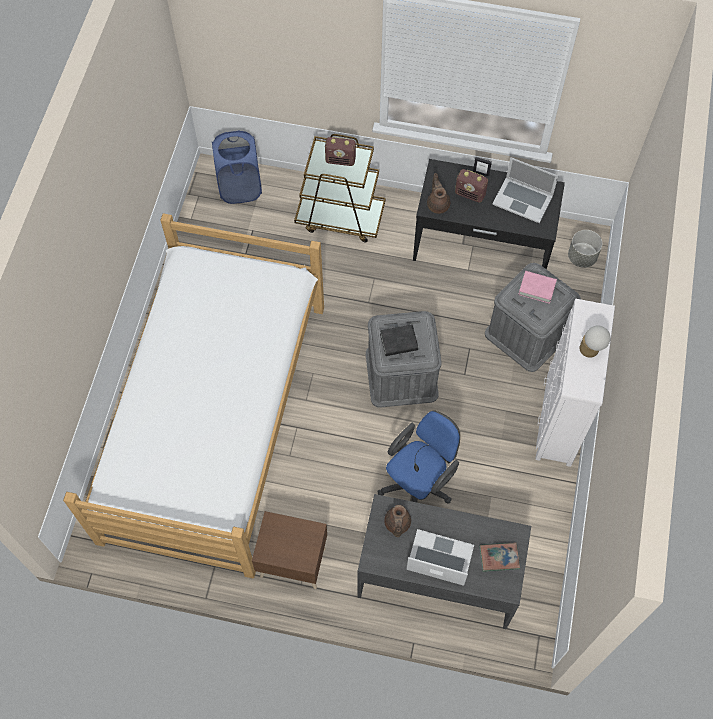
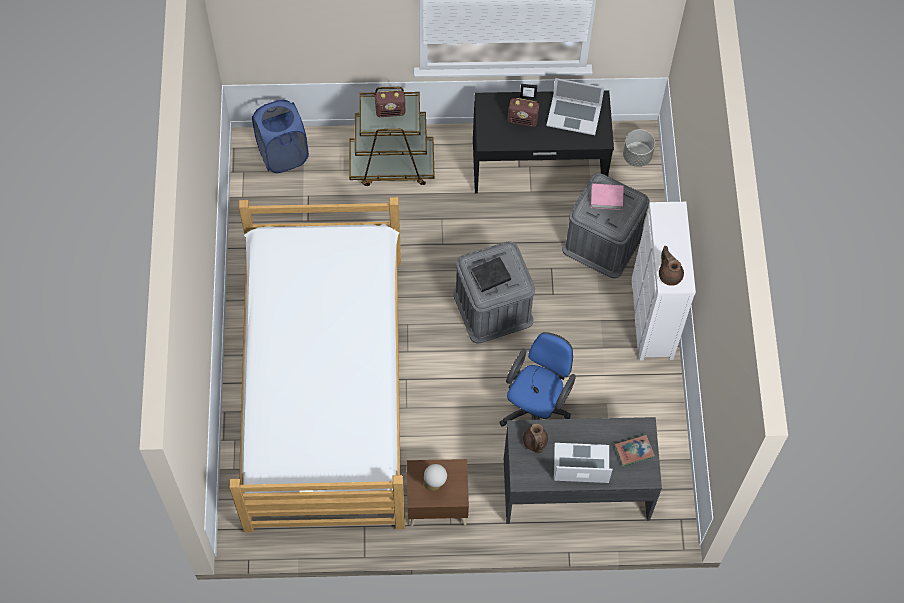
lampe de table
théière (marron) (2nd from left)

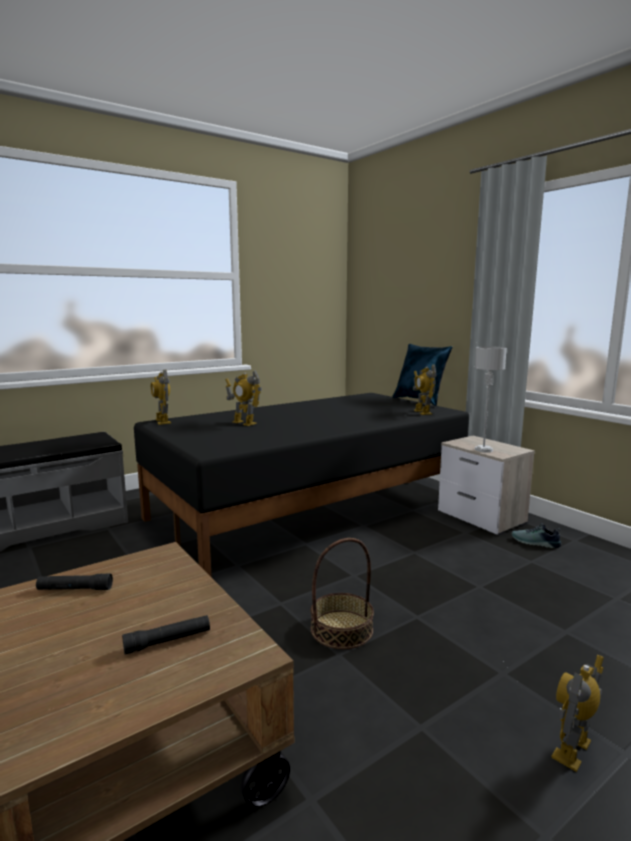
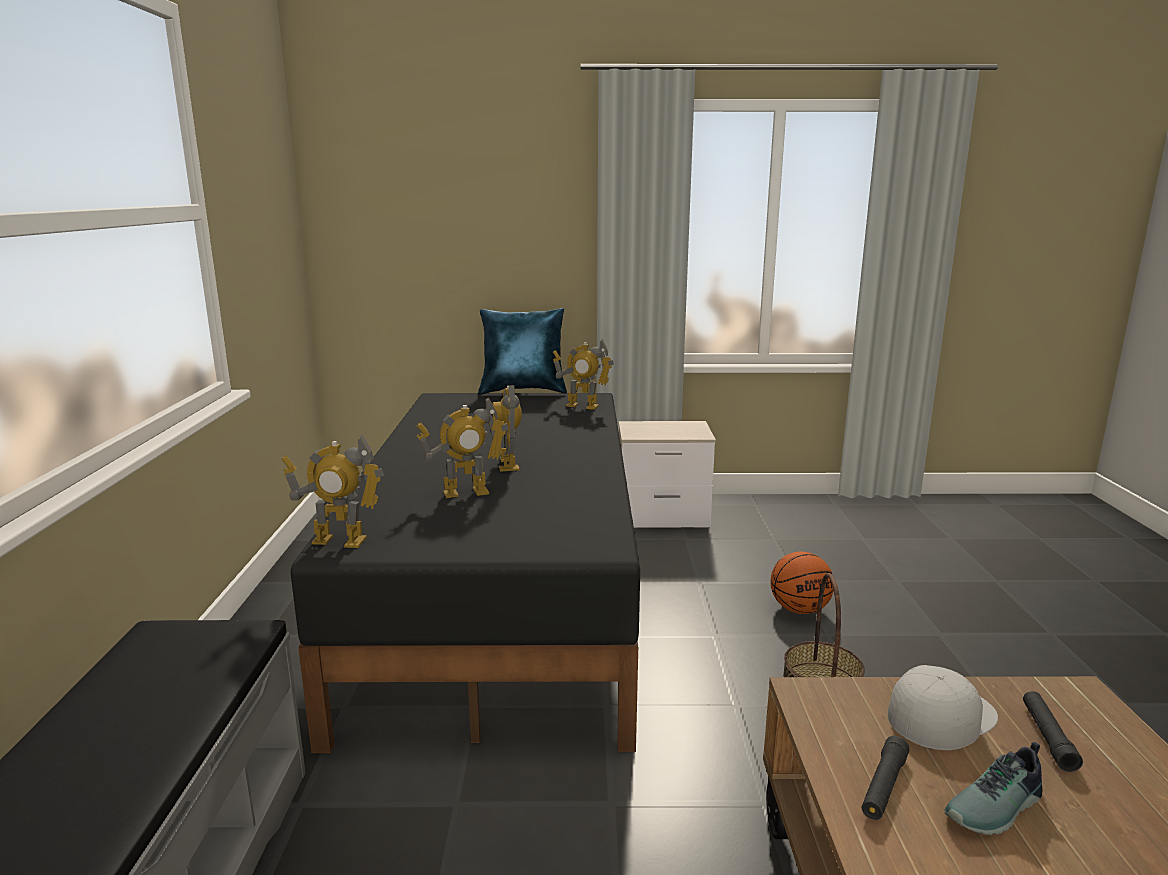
robot jouet (3rd from left)
ballon de basket
casquette (blanc)
chaussure
lampe de table (gris)

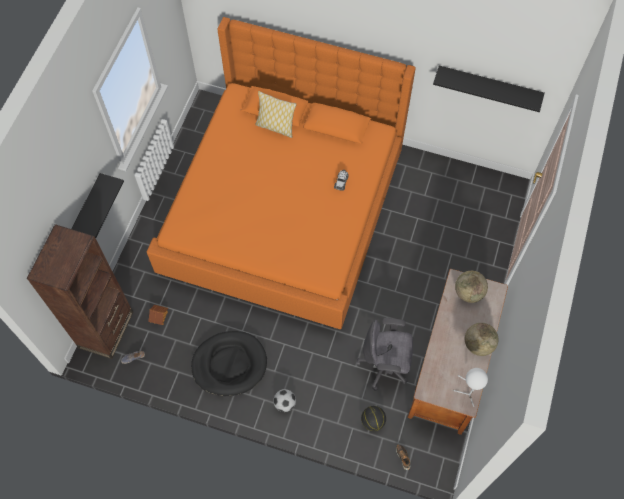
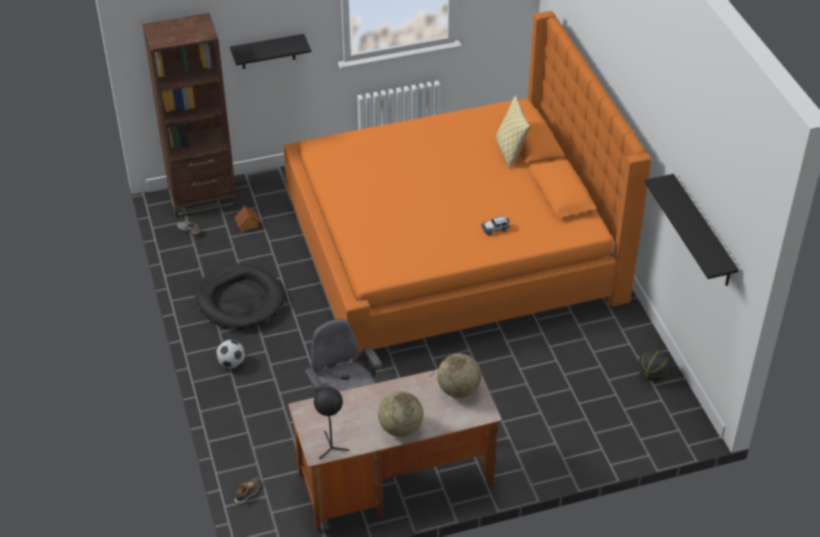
lampe de table (noir)
ballon de basket

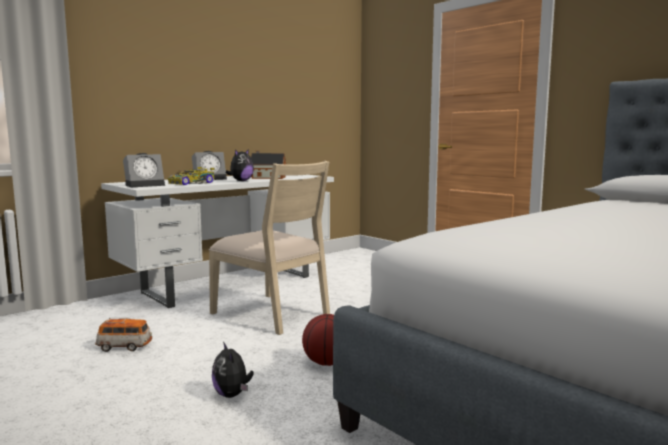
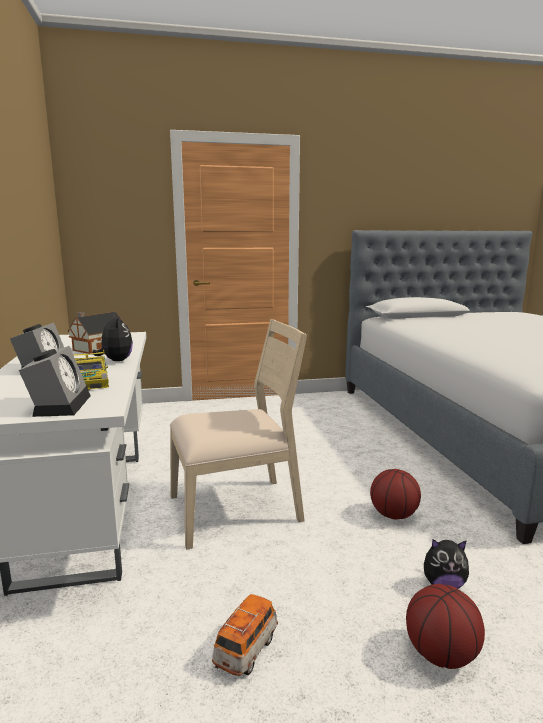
ballon de basket (2nd from left)

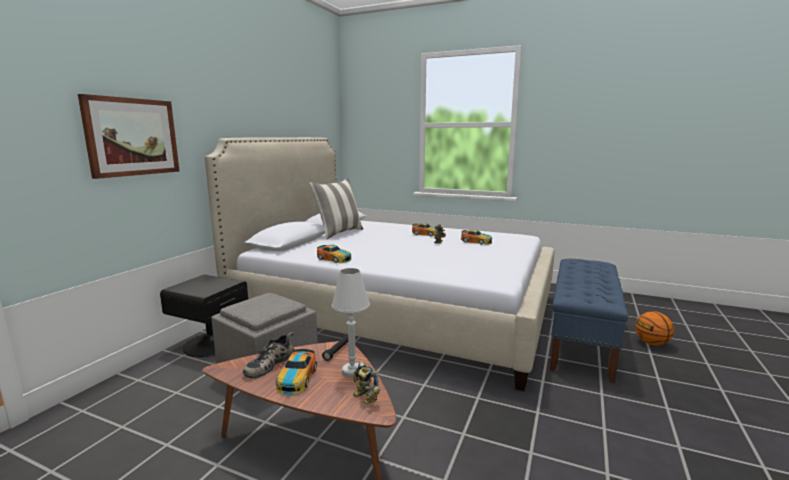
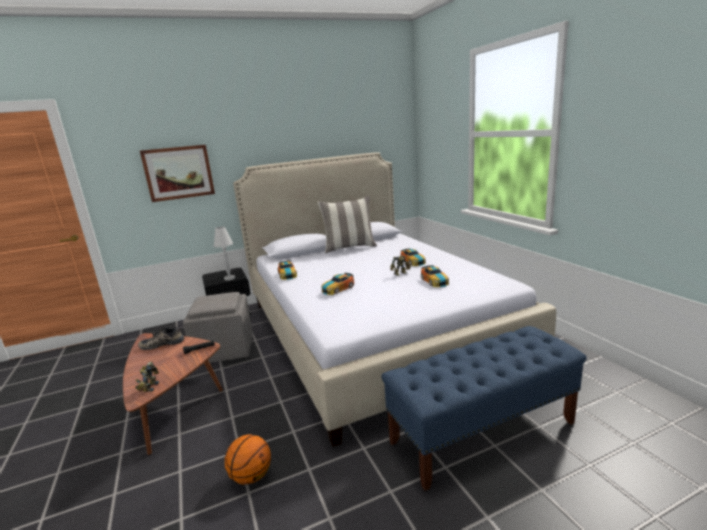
lampe de table (blanc)
ballon de basket
petite voiture (2nd from left)

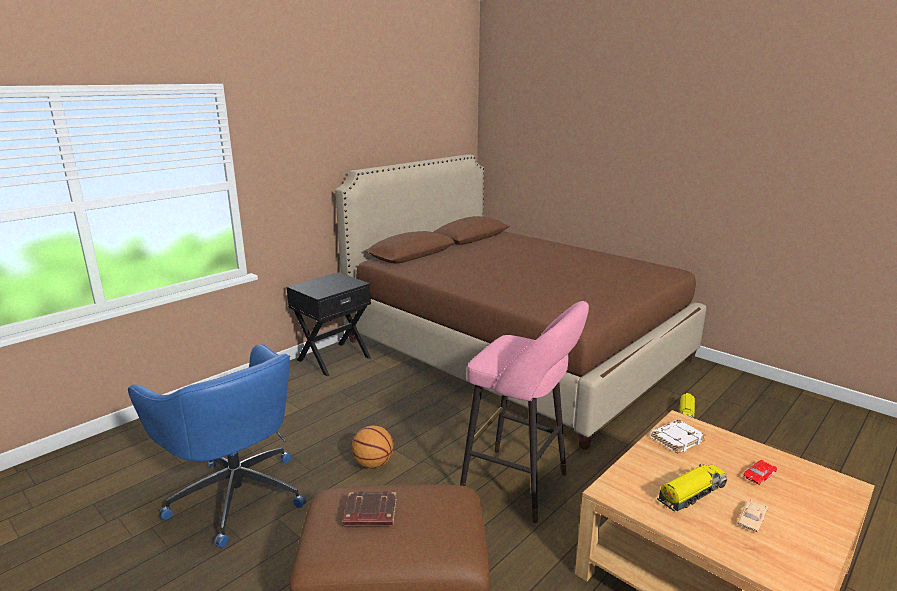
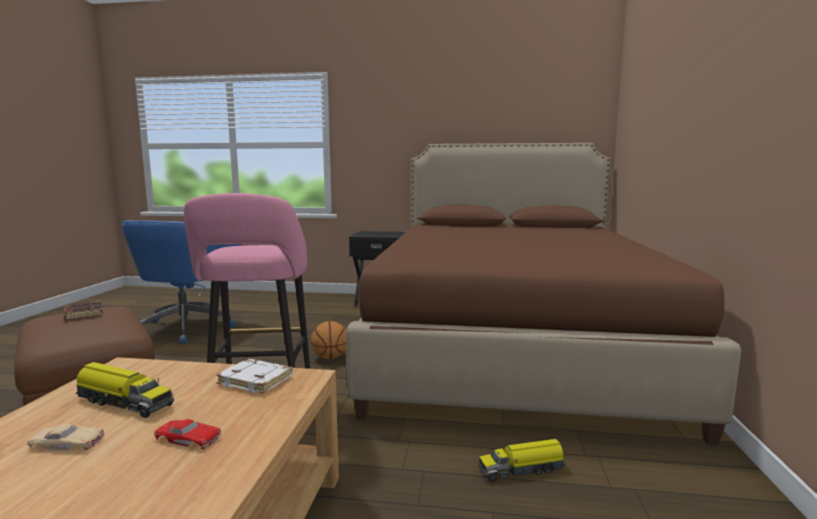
ballon de basket

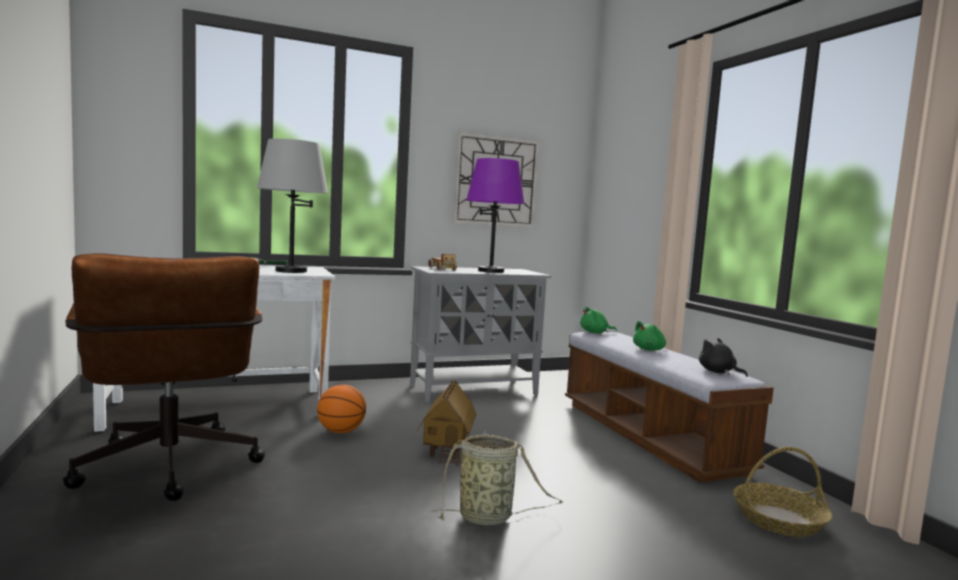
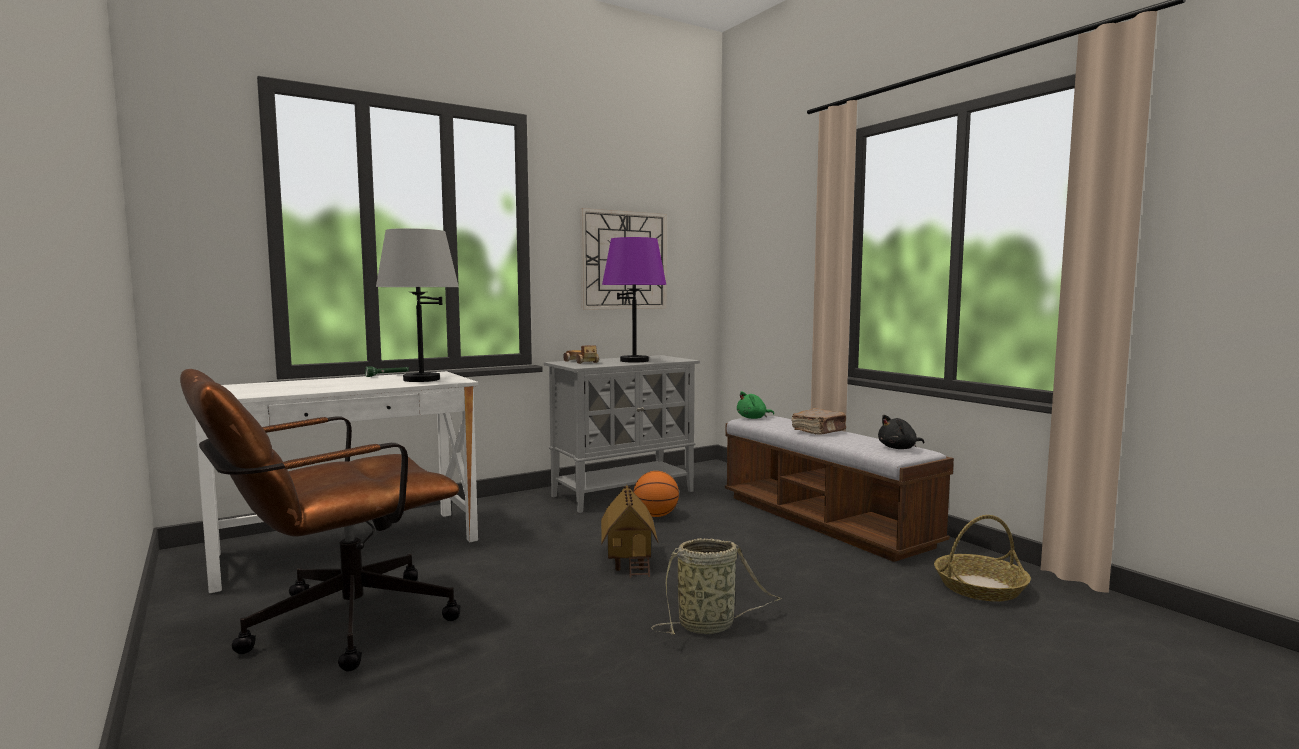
chaise de bureau (marron)
ballon de basket
livre (marron)
peluche (noir)

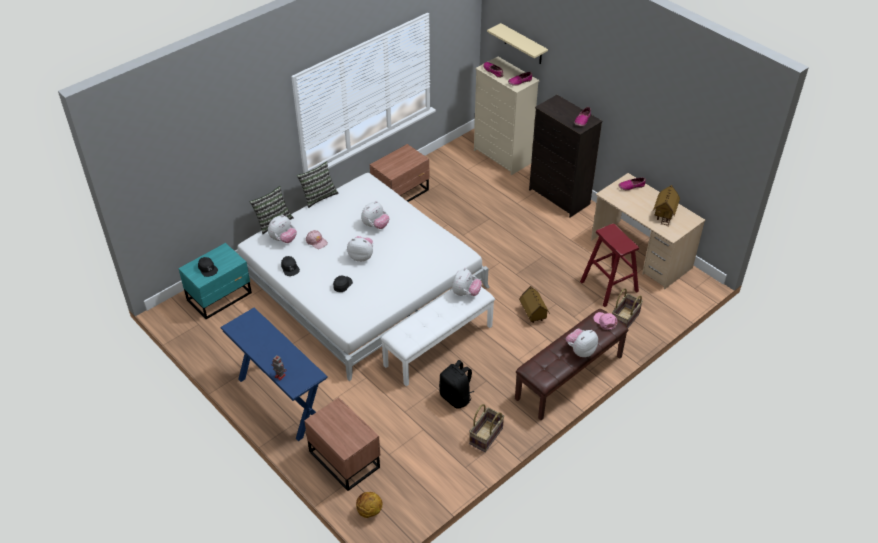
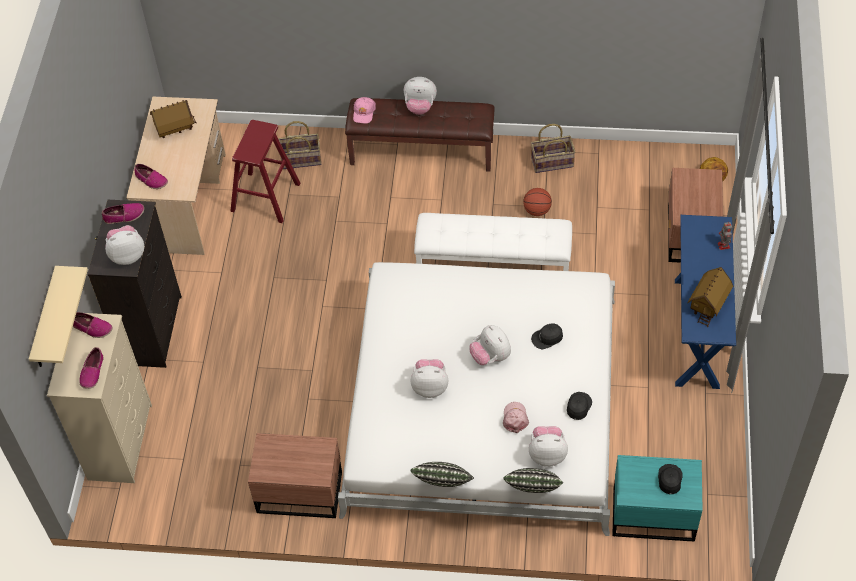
peluche (1st from left)
ballon de basket (1st from left)
maison miniature (2nd from left)

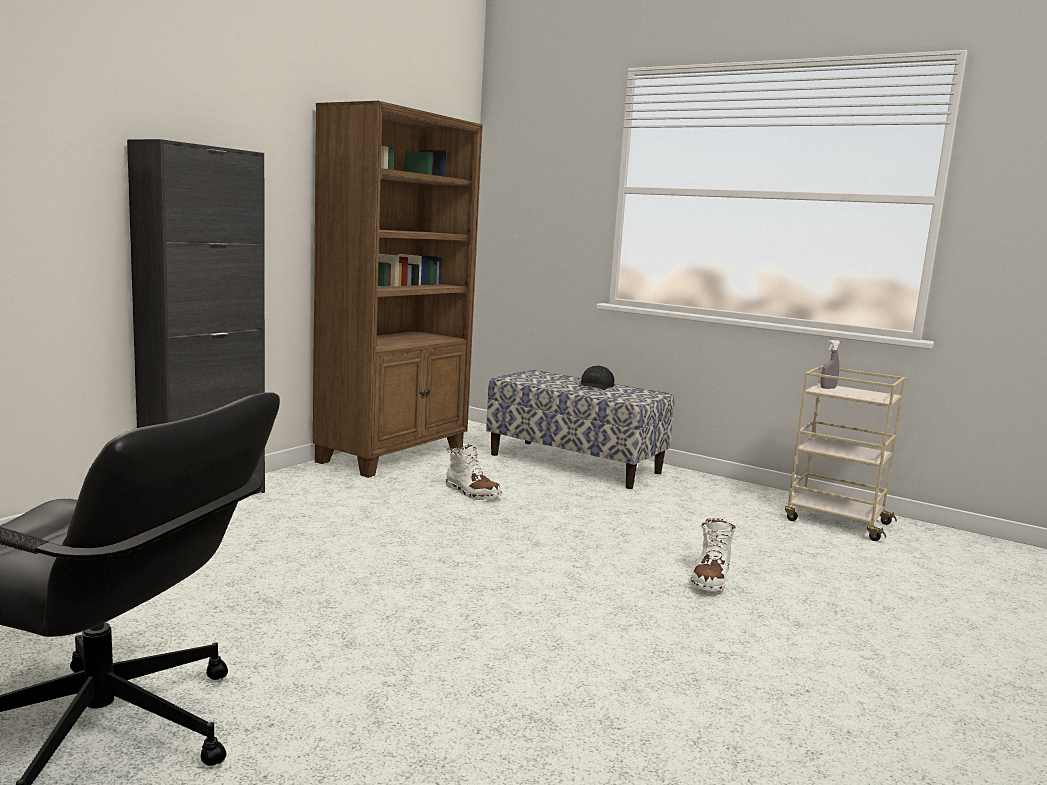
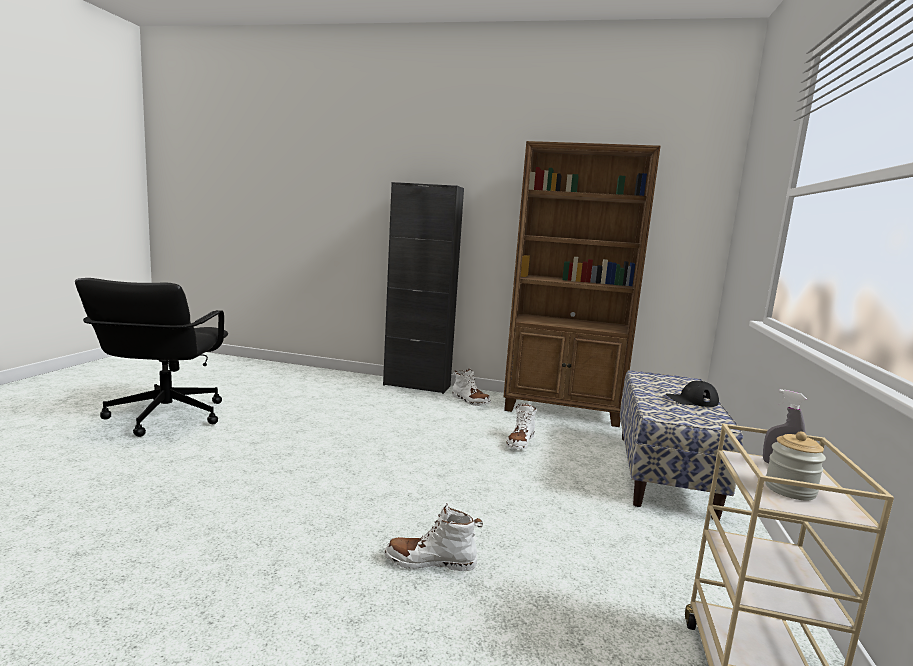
botte (blanc) (2nd from left)
bocal

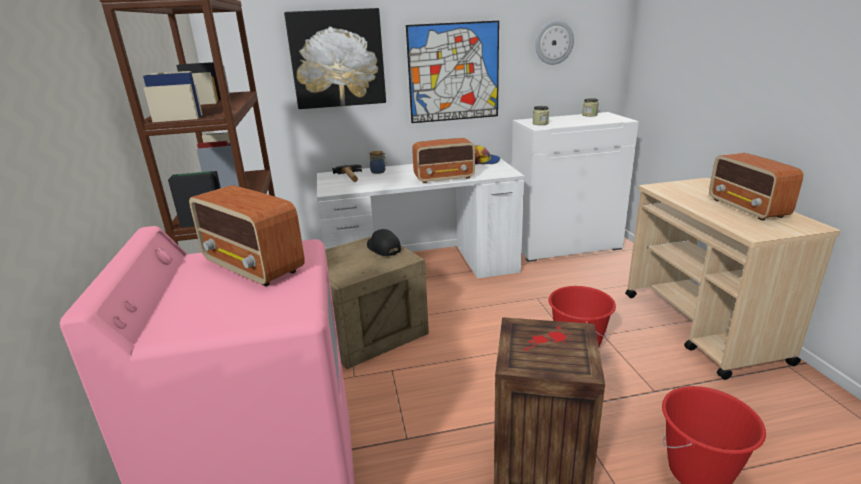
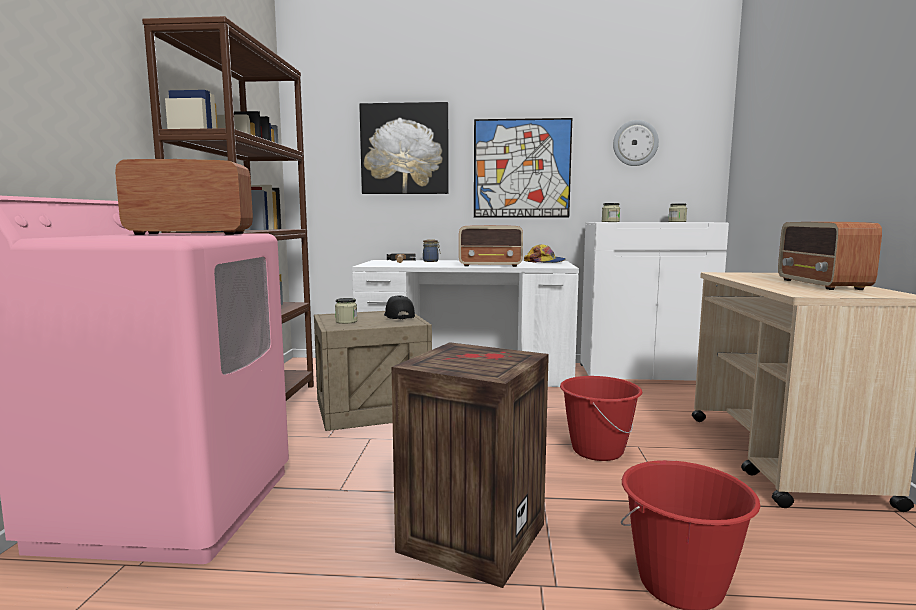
radio (1st from left)
bocal (1st from left)

